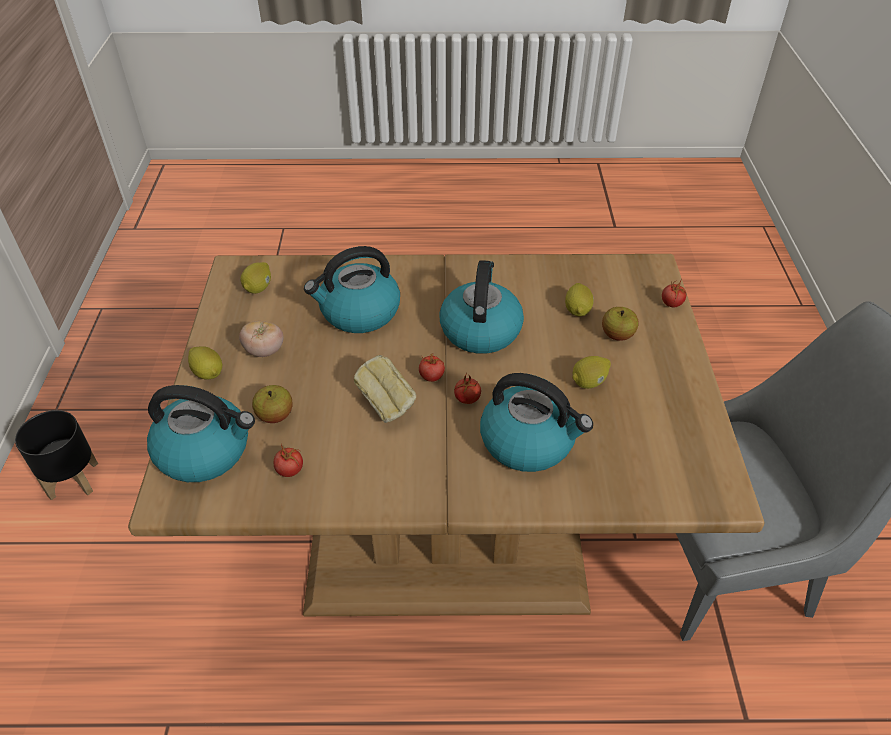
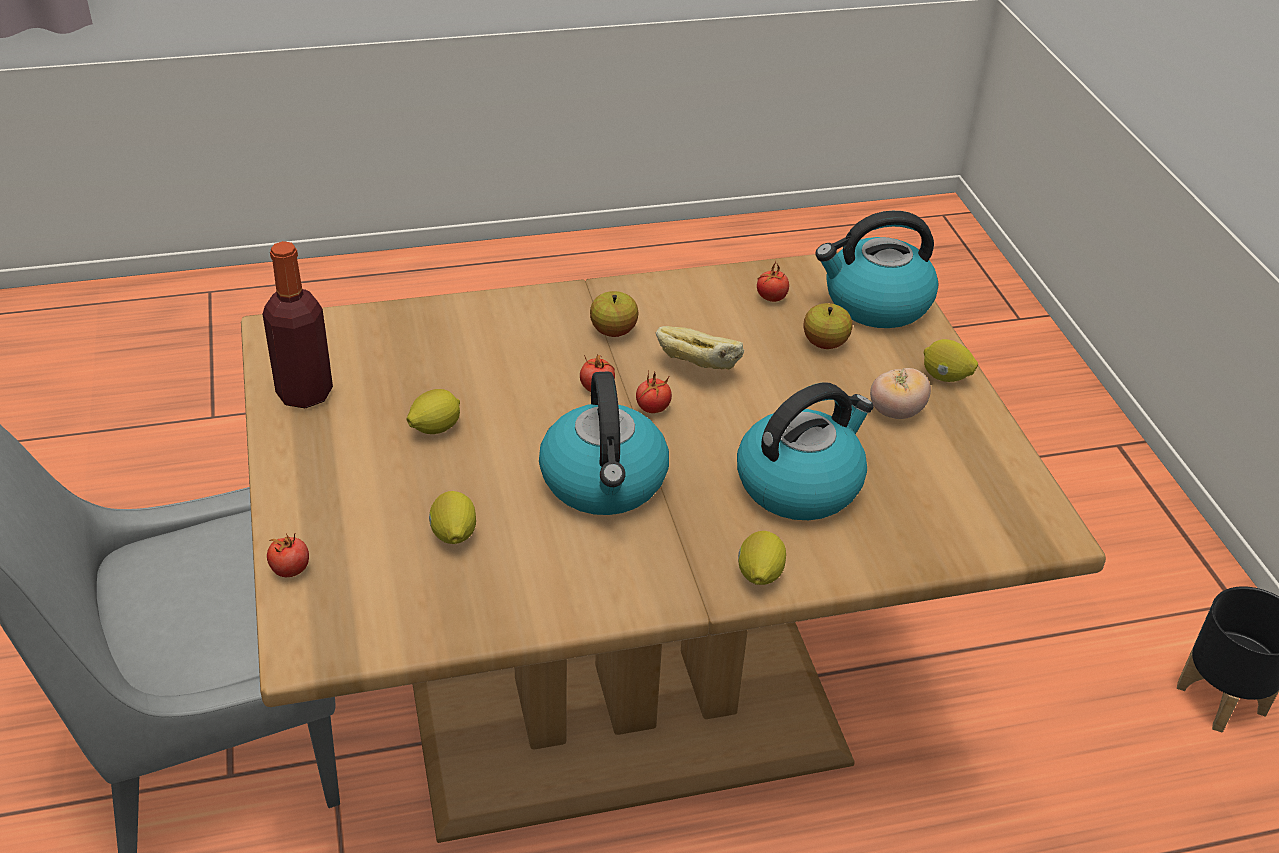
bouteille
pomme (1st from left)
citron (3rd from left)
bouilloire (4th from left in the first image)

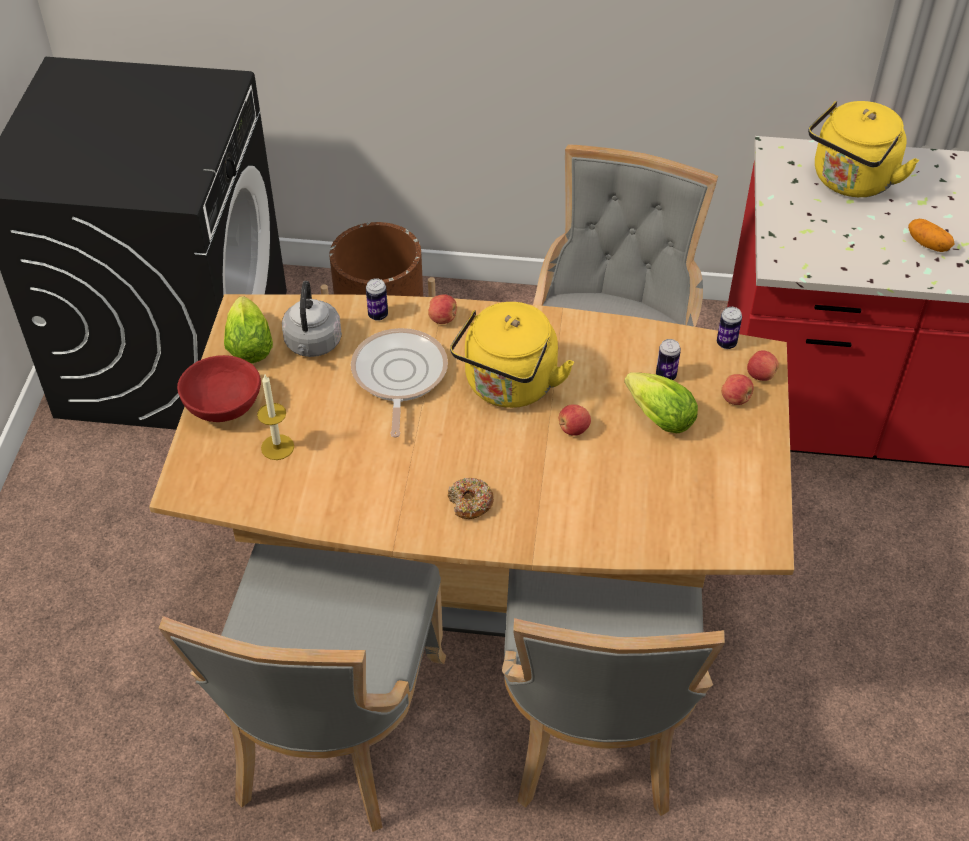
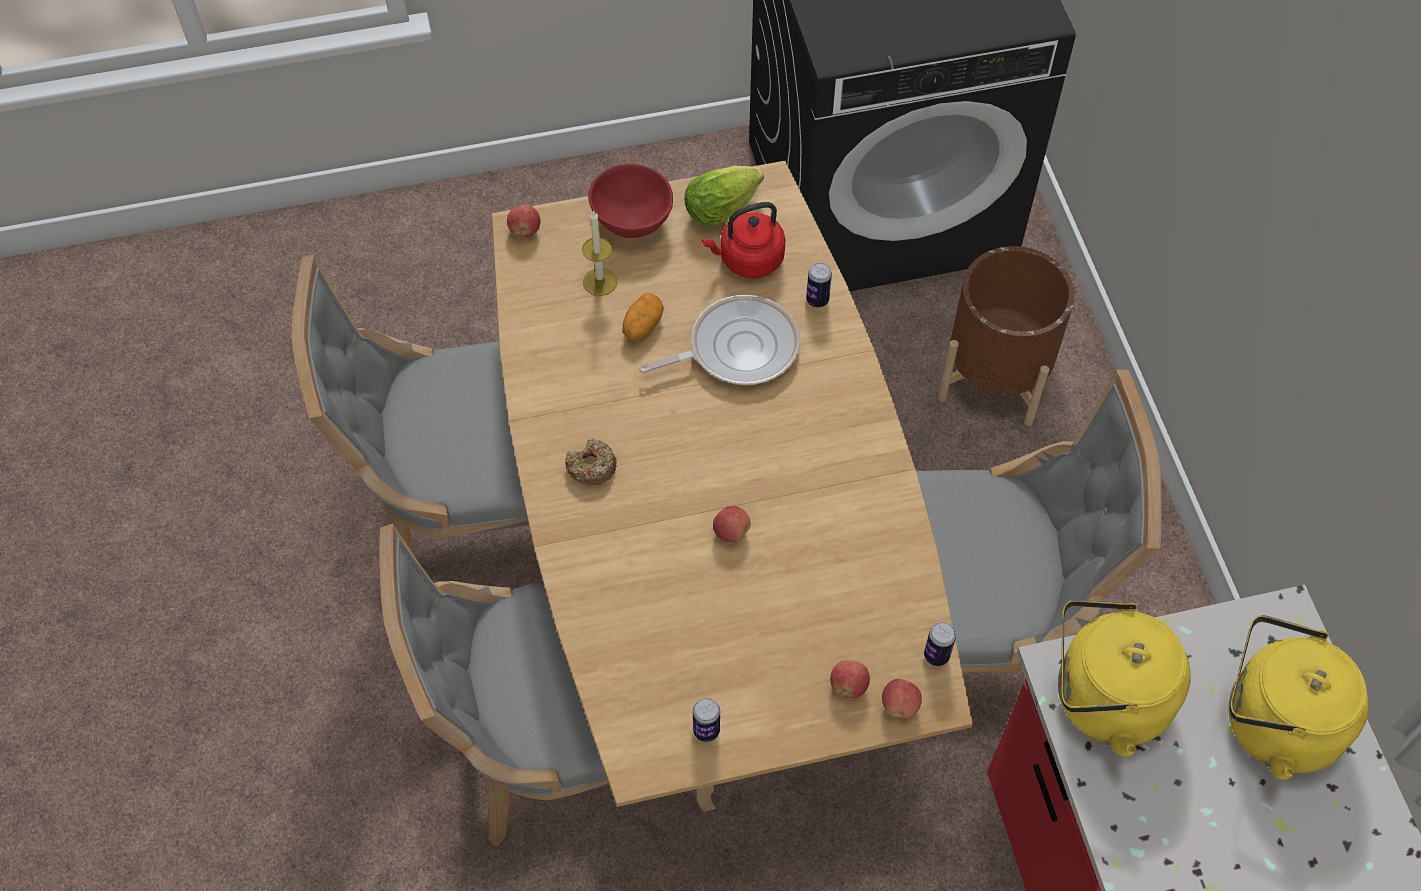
pomme (1st from left)
pomme de terre
boîte métallique (1st from left)
bouilloire (rouge)
bouilloire (jaune) (1st from left)
laitue (2nd from left in the first image)

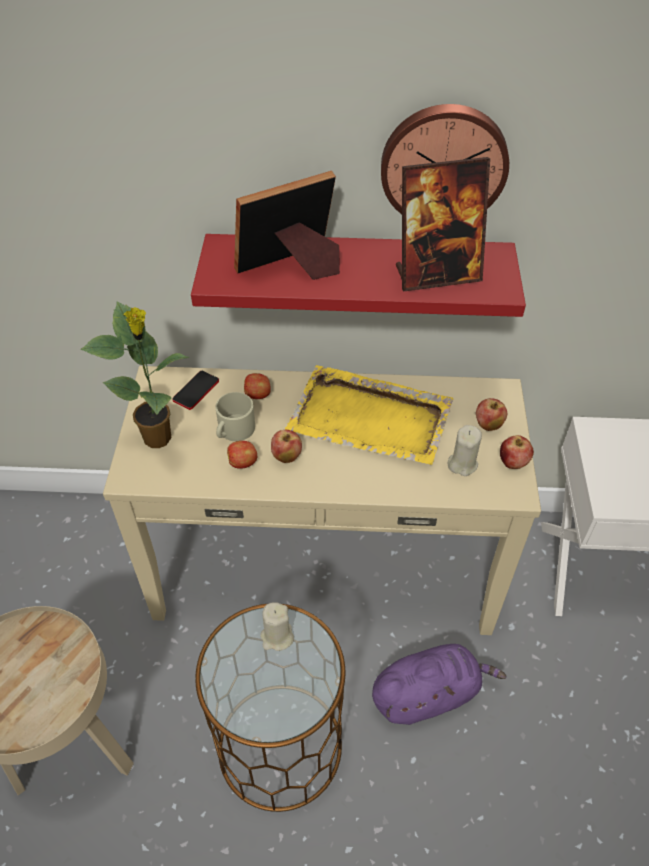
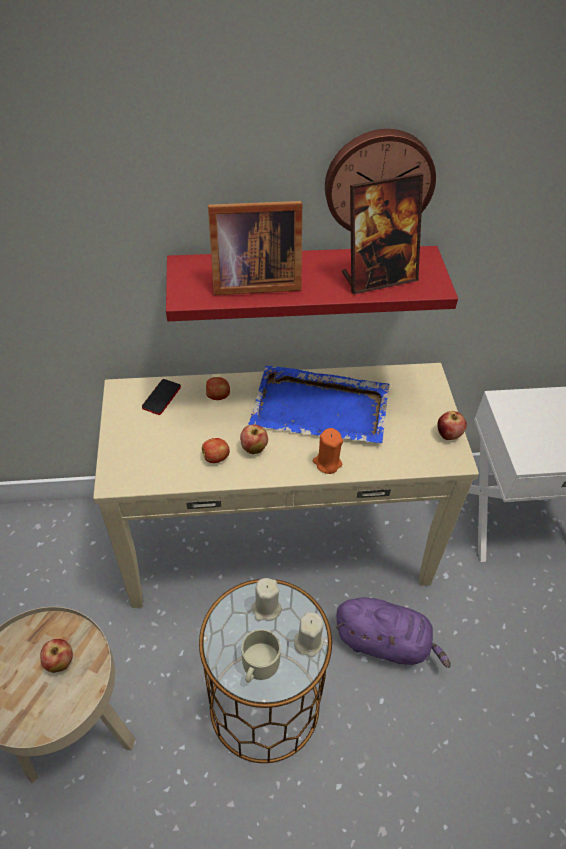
pomme (1st from left)
cadre photo (1st from left)
mug (beige)
plateau (bleu)
bougie (beige) (2nd from left)
bougie (orange)
peluche (violet)
plante en pot

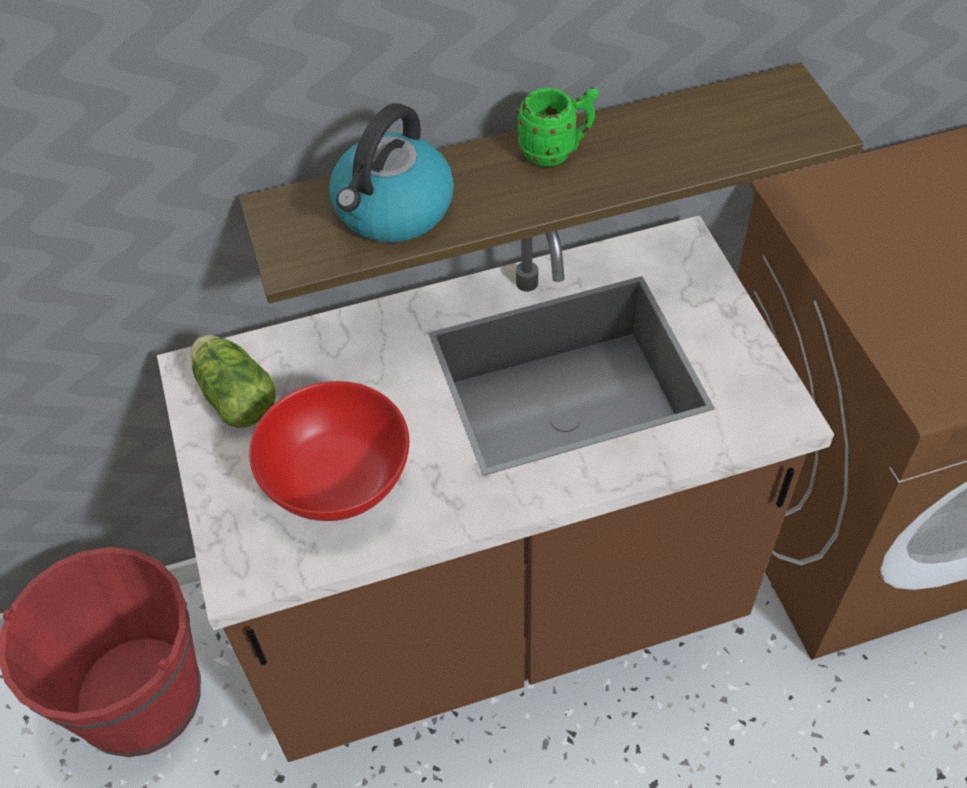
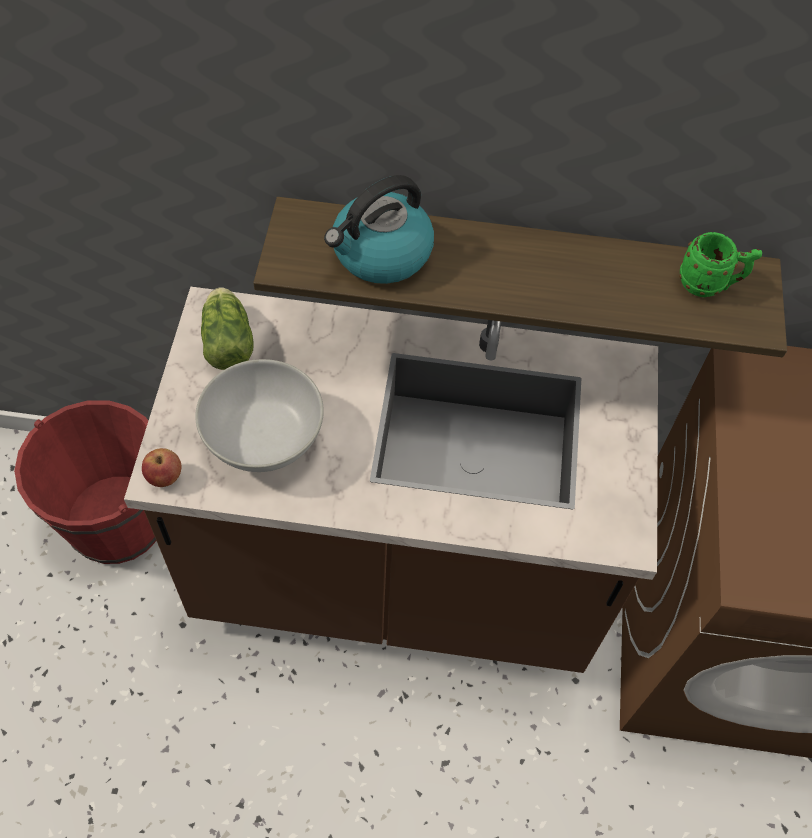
pomme
bol (blanc)
mug (vert)

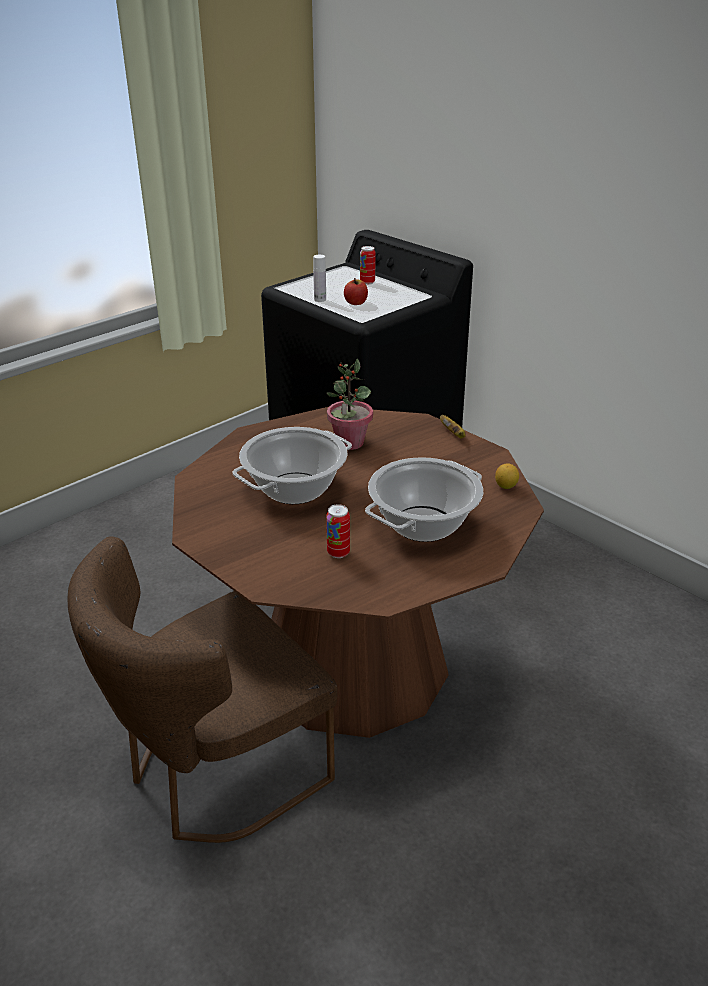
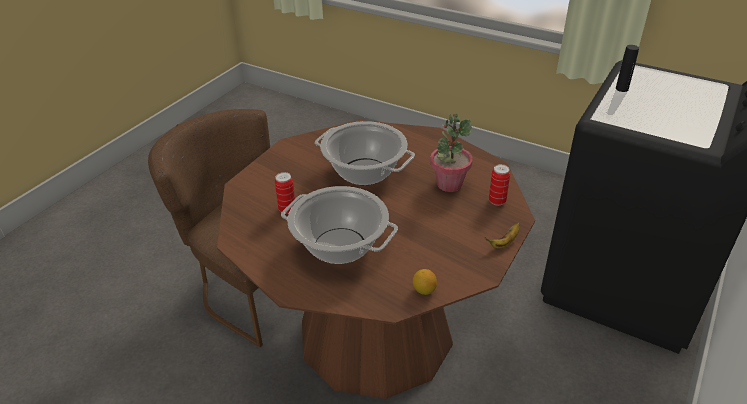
boîte métallique (2nd from left)
bouteille (noir)
pomme

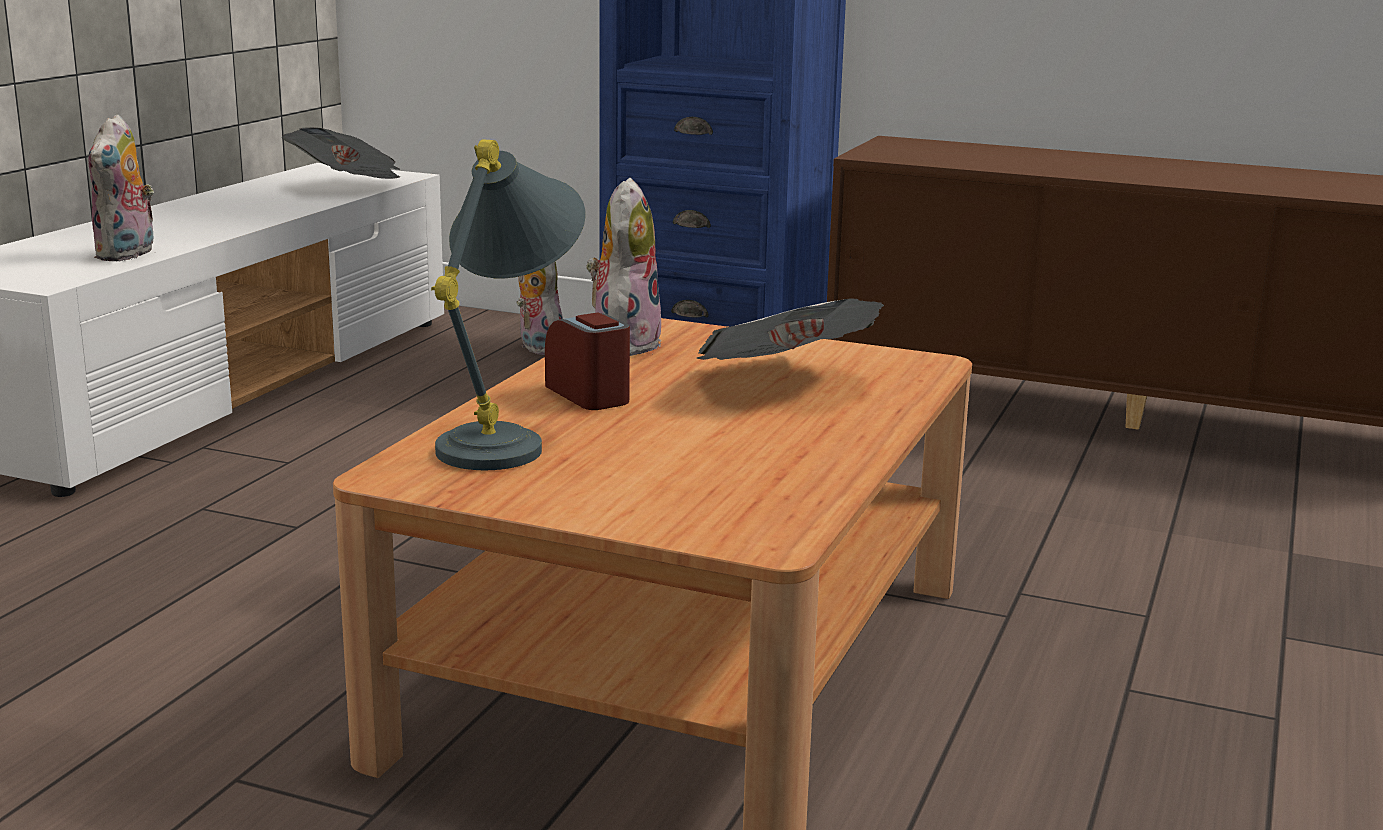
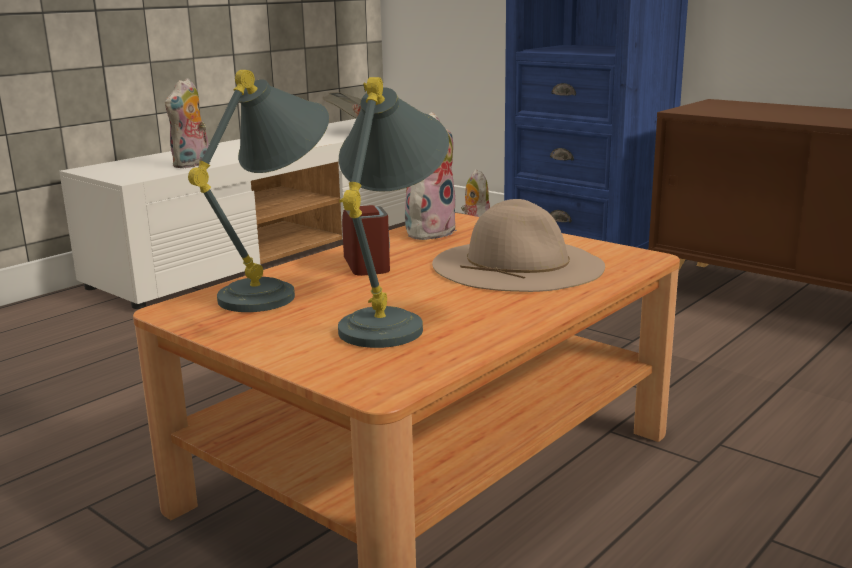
lampe de table (gris) (2nd from left)
chapeau (beige)

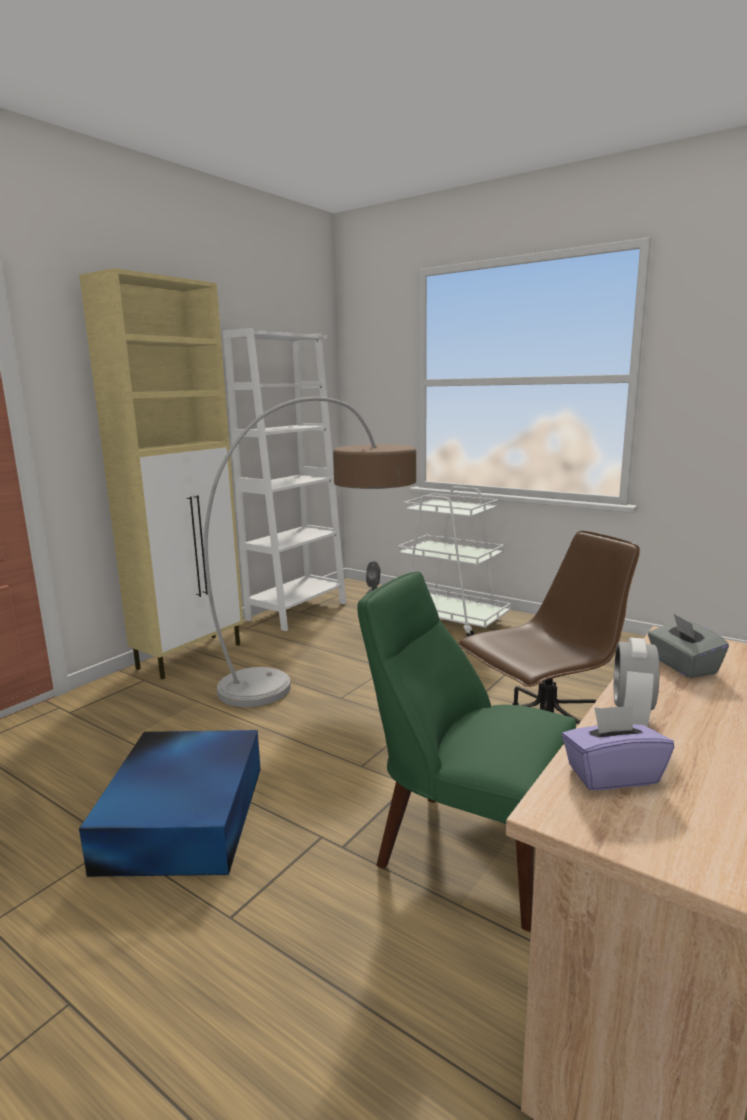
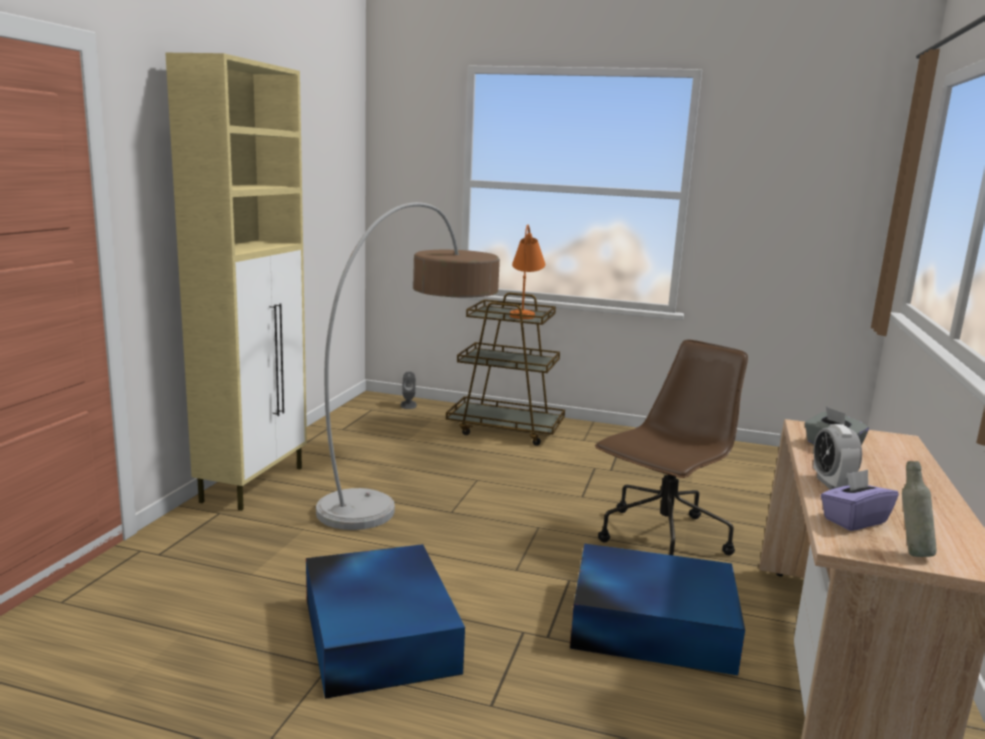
chariot (marron)
lampe de table (orange)
boîte de rangement (bleu) (2nd from left)
bouteille (gris)
bibliothèque (blanc)

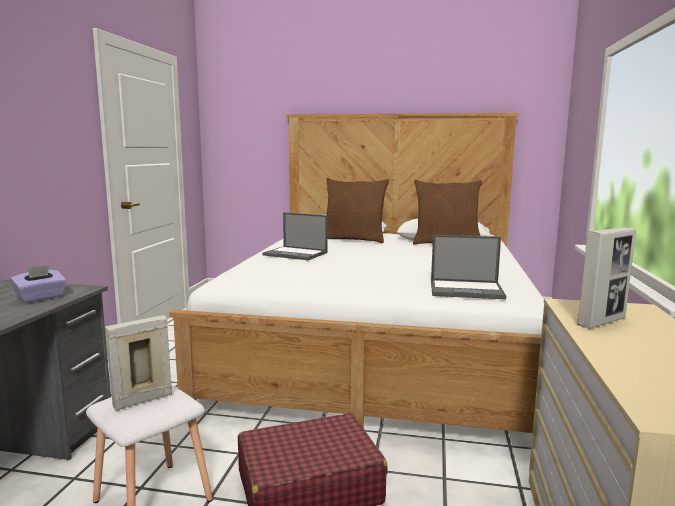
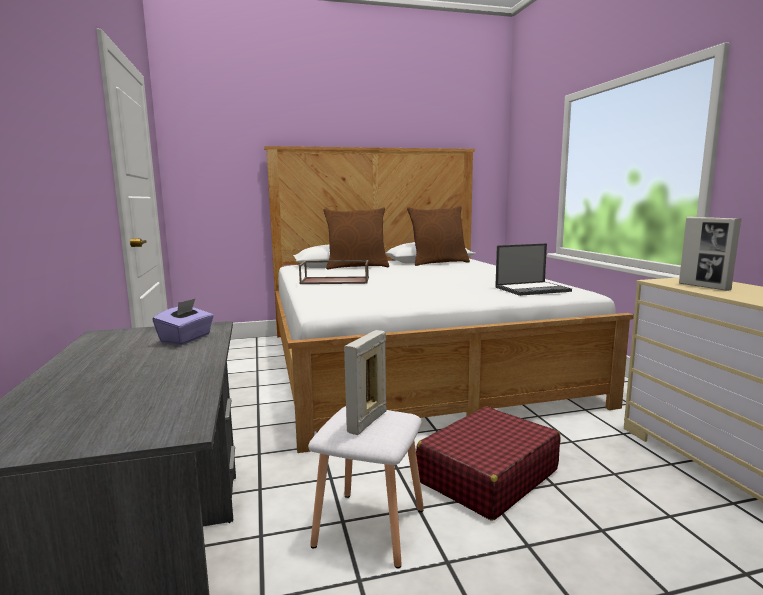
plateau (marron)
cadre photo (2nd from left)

